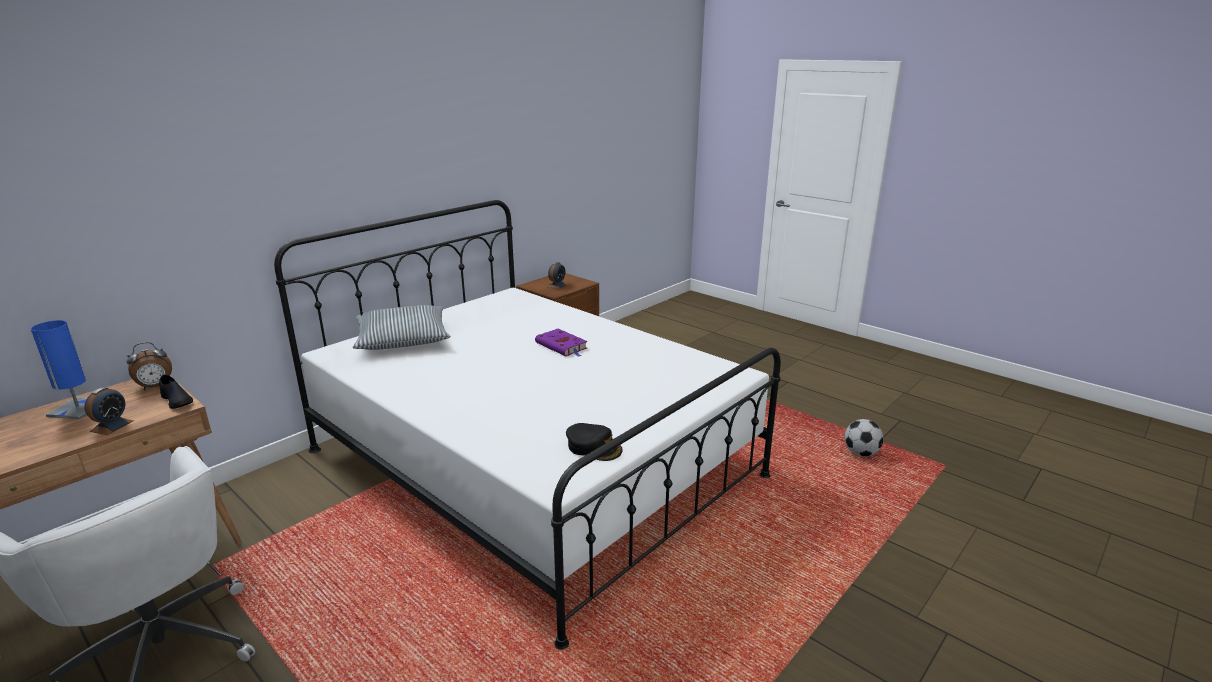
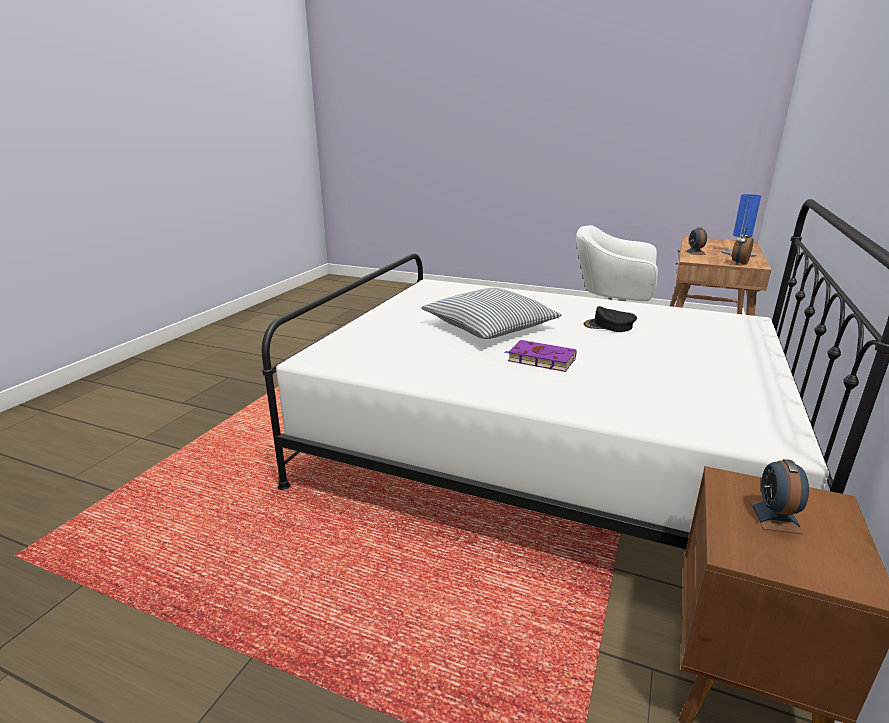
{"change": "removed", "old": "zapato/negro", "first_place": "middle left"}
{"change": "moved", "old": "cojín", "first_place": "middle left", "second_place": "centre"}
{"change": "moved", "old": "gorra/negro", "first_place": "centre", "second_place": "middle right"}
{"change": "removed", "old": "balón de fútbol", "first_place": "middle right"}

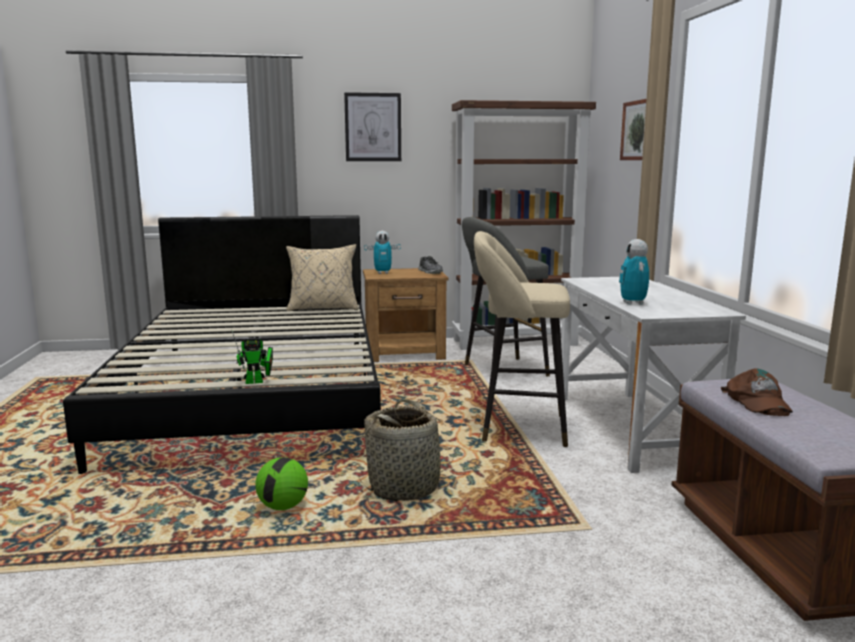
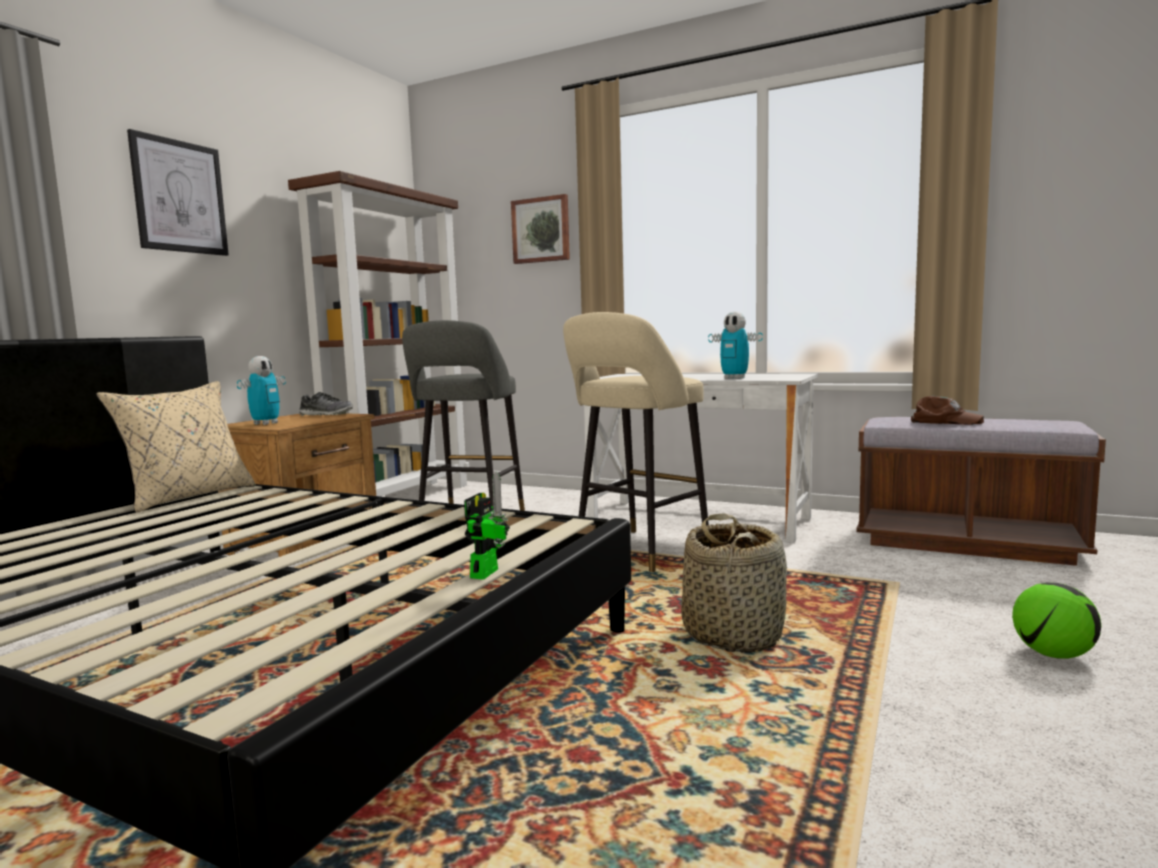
{"change": "moved", "old": "balón de fútbol", "first_place": "bottom left", "second_place": "bottom right"}

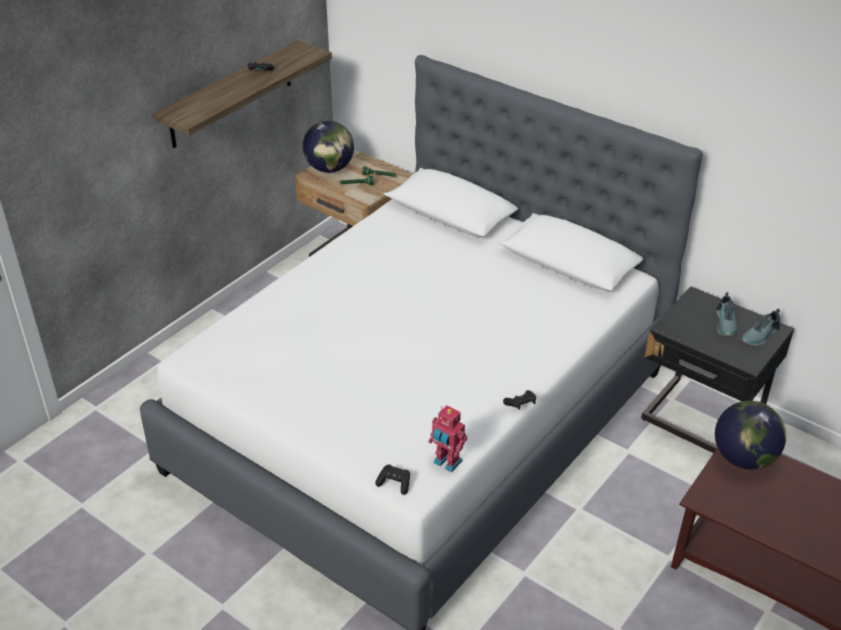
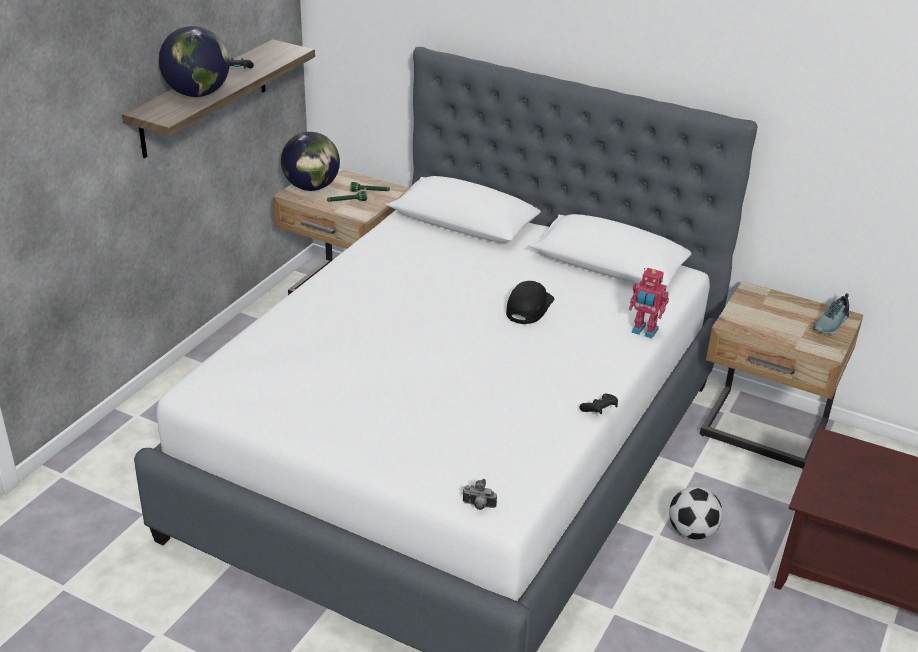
{"change": "replaced", "old": "mando de consola/negro (2nd from left)", "new": "cámara", "first_place": "bottom centre", "second_place": "bottom centre"}
{"change": "moved", "old": "robot de juguete", "first_place": "bottom centre", "second_place": "middle right"}
{"change": "recoloured", "old": "mesita de noche/negro", "new": "mesita de noche/beis (2nd from left)", "first_place": "middle right", "second_place": "middle right"}
{"change": "moved", "old": "globo terráqueo (2nd from left in the first image)", "new": "globo terráqueo (1st from left)", "first_place": "bottom right", "second_place": "top left"}
{"change": "removed", "old": "zapato (1st from left)", "first_place": "middle right"}
{"change": "added", "new": "gorra/negro", "second_place": "centre"}
{"change": "added", "new": "balón de fútbol", "second_place": "bottom right"}

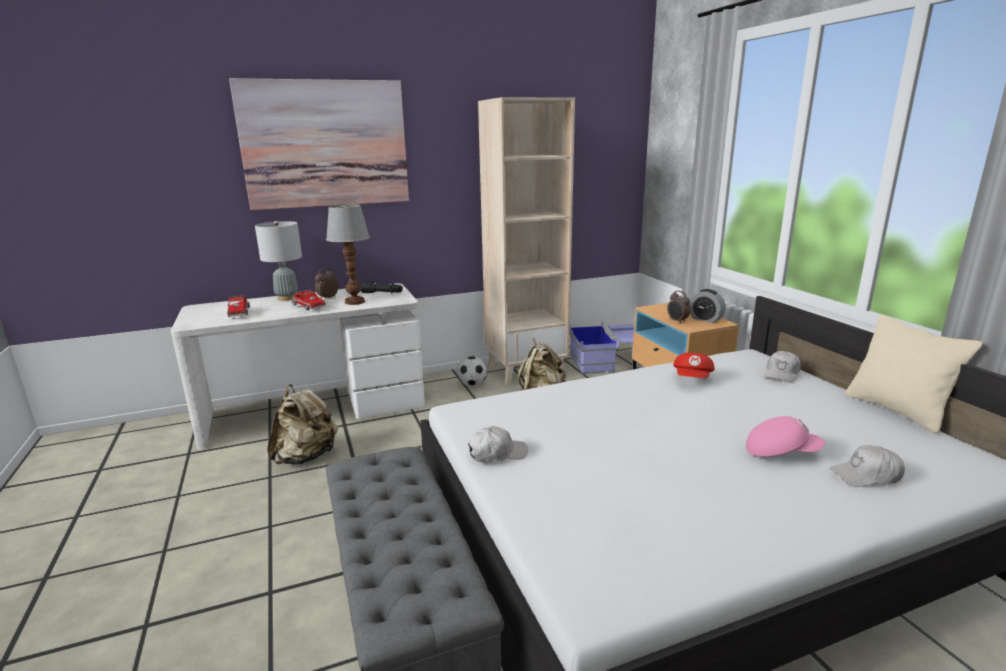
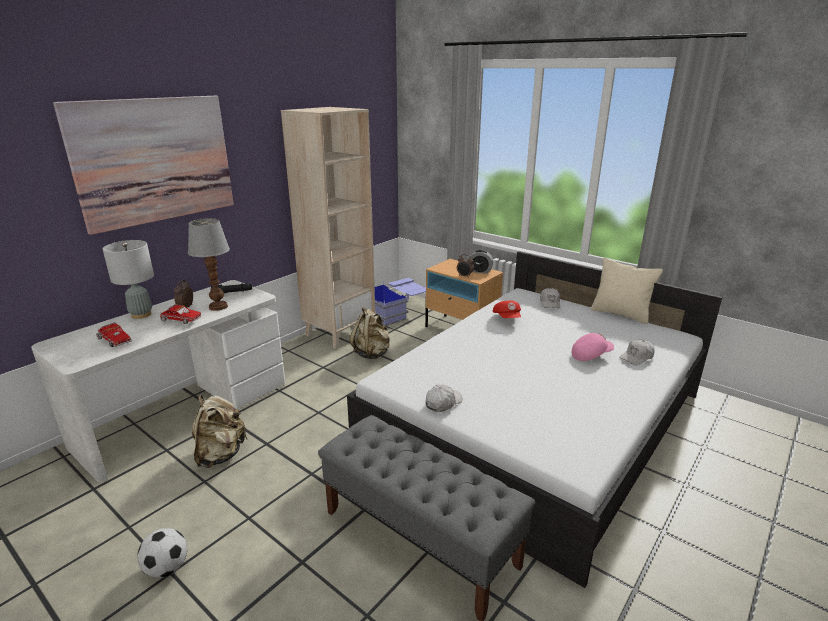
{"change": "moved", "old": "balón de fútbol", "first_place": "centre", "second_place": "bottom left"}

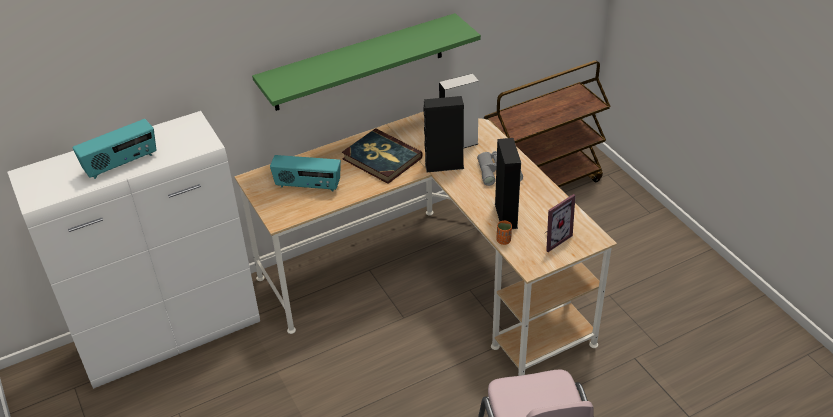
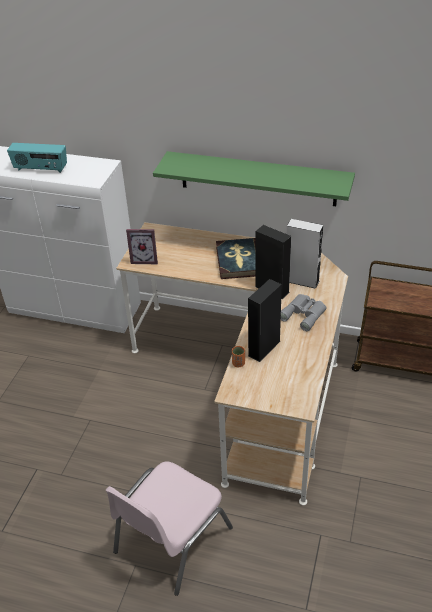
{"change": "removed", "old": "radio (2nd from left)", "first_place": "centre"}
{"change": "moved", "old": "portarretratos", "first_place": "middle right", "second_place": "middle left"}

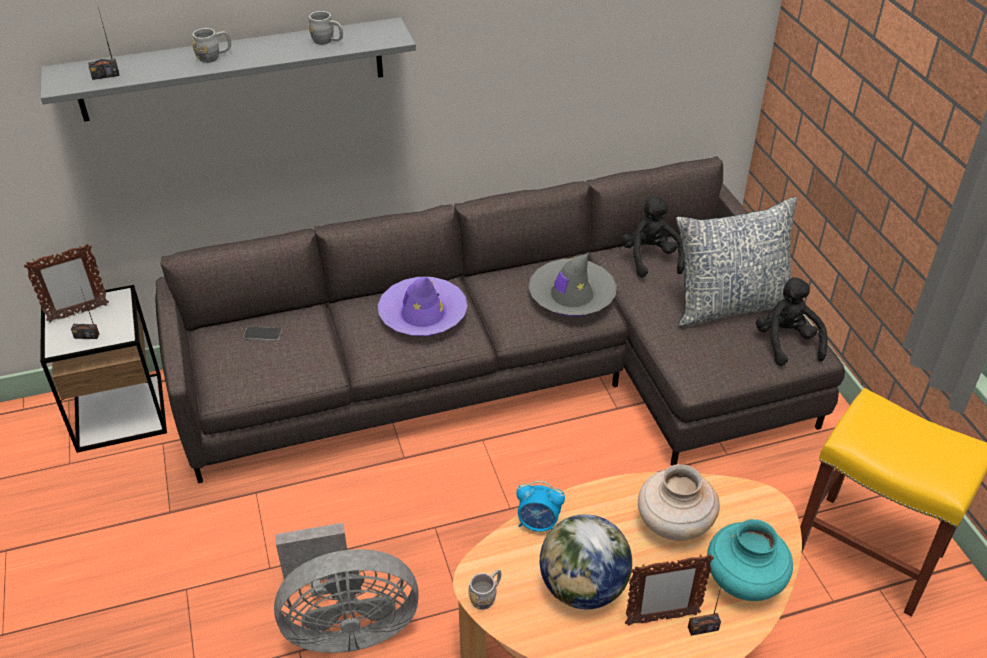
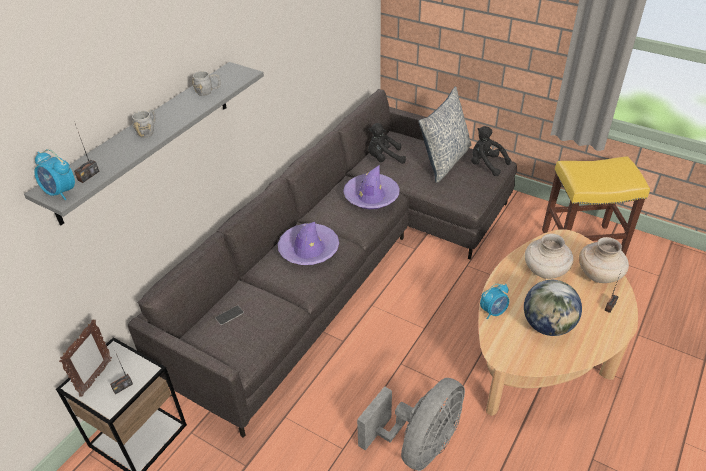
{"change": "removed", "old": "taza grande/gris (3rd from left)", "first_place": "bottom centre"}
{"change": "recoloured", "old": "sombrero/gris", "new": "sombrero/morado (2nd from left)", "first_place": "centre", "second_place": "centre"}
{"change": "turned", "old": "peluche/negro (1st from left)", "first_place": "centre", "second_place": "top centre", "degrees": -45}
{"change": "removed", "old": "portarretratos (2nd from left)", "first_place": "bottom right"}
{"change": "recoloured", "old": "florero/turquesa", "new": "florero/beis (2nd from left)", "first_place": "bottom right", "second_place": "middle right"}
{"change": "added", "new": "despertador (1st from left)", "second_place": "middle left"}

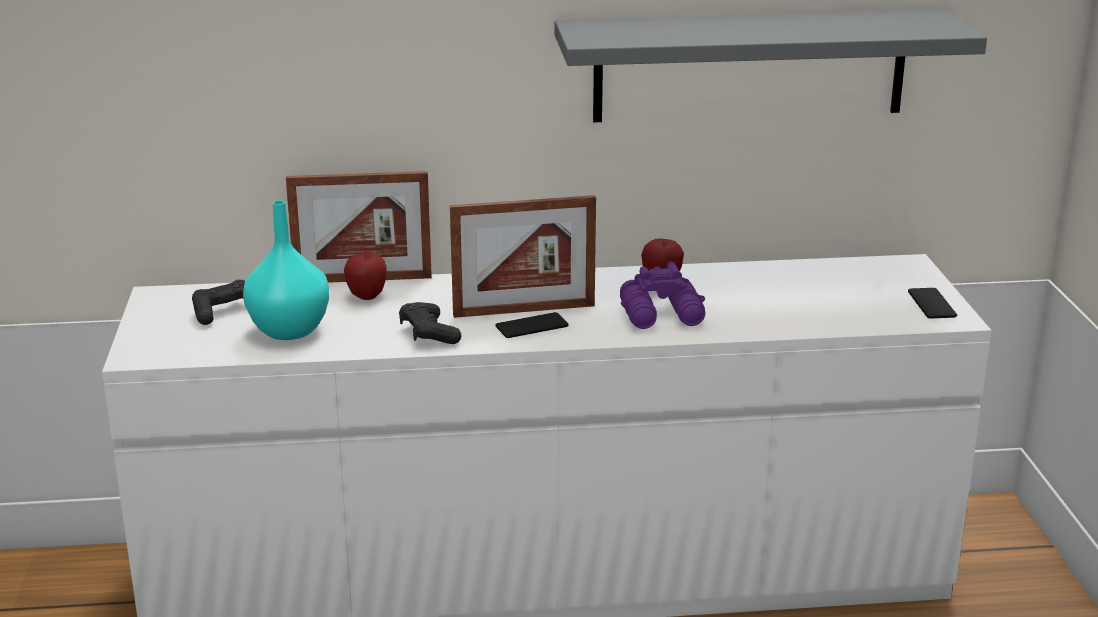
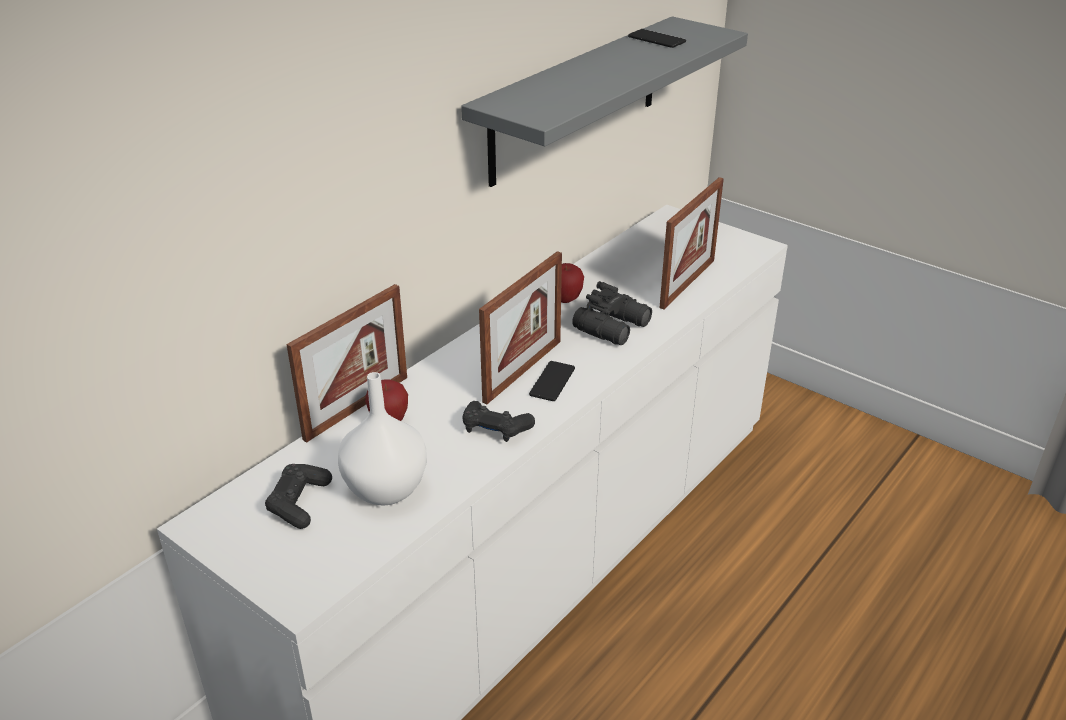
{"change": "recoloured", "old": "florero/turquesa", "new": "florero/blanco", "first_place": "middle left", "second_place": "centre"}
{"change": "recoloured", "old": "prismáticos/morado", "new": "prismáticos/negro", "first_place": "centre", "second_place": "centre"}
{"change": "moved", "old": "móvil (2nd from left)", "first_place": "middle right", "second_place": "top centre"}
{"change": "added", "new": "portarretratos (3rd from left)", "second_place": "centre"}

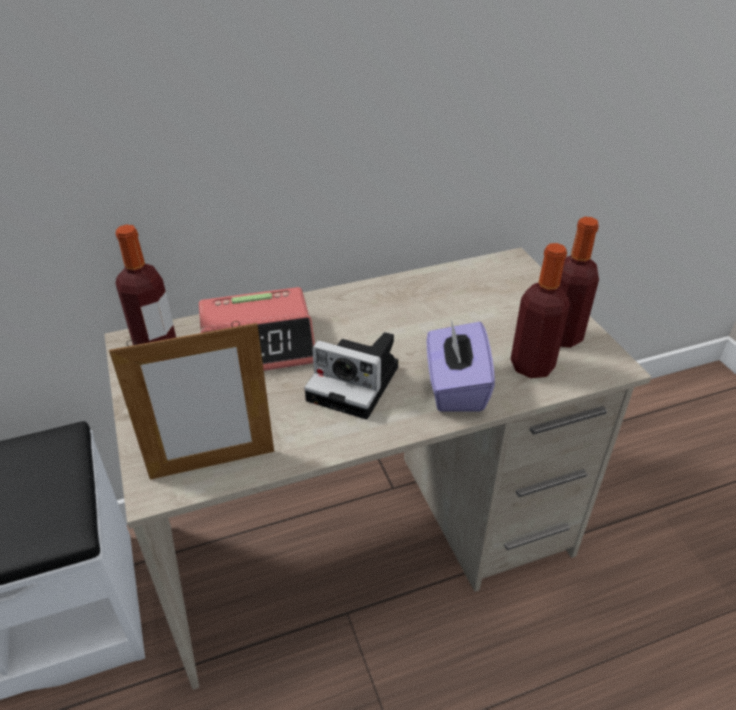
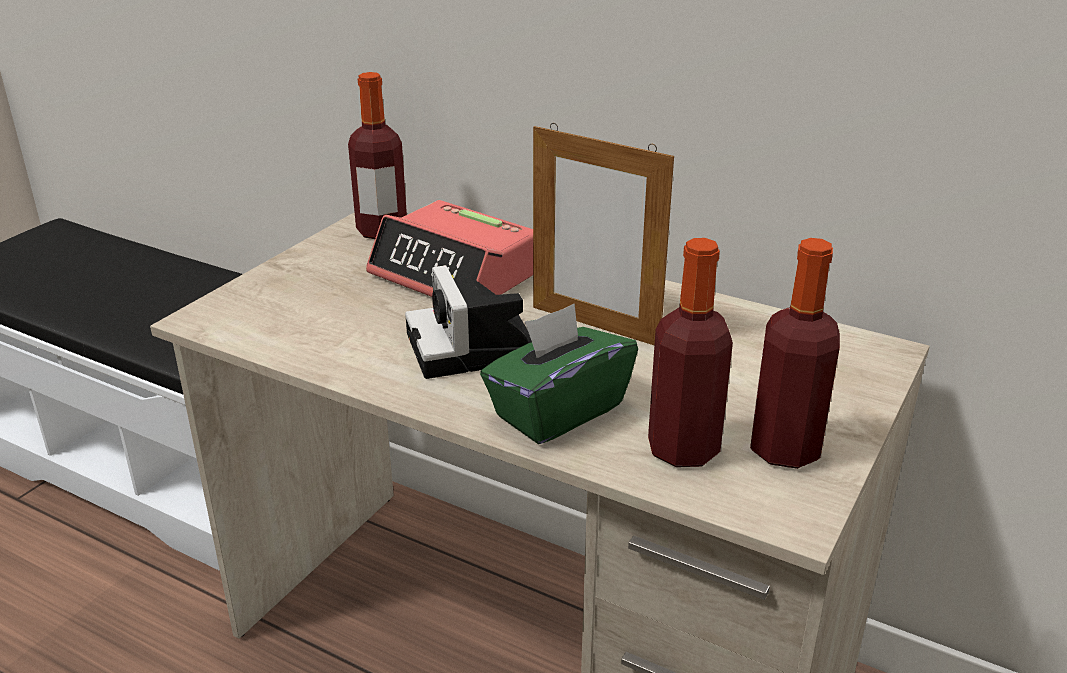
{"change": "moved", "old": "portarretratos", "first_place": "middle left", "second_place": "centre"}
{"change": "recoloured", "old": "caja de pañuelos/morado", "new": "caja de pañuelos/verde", "first_place": "centre", "second_place": "centre"}

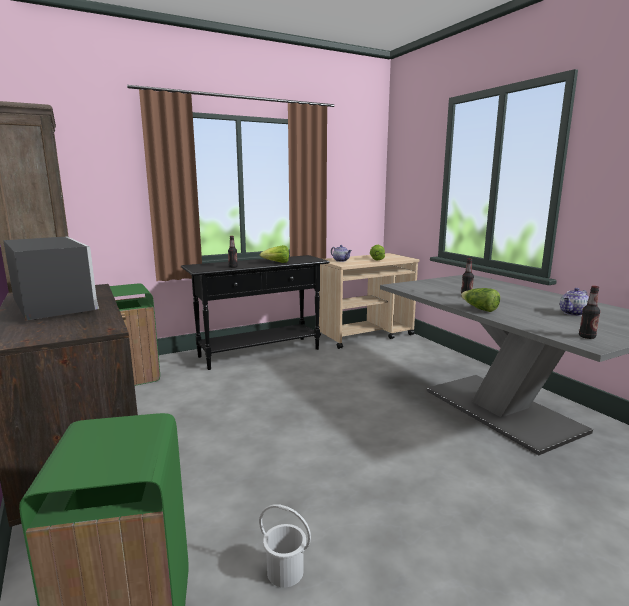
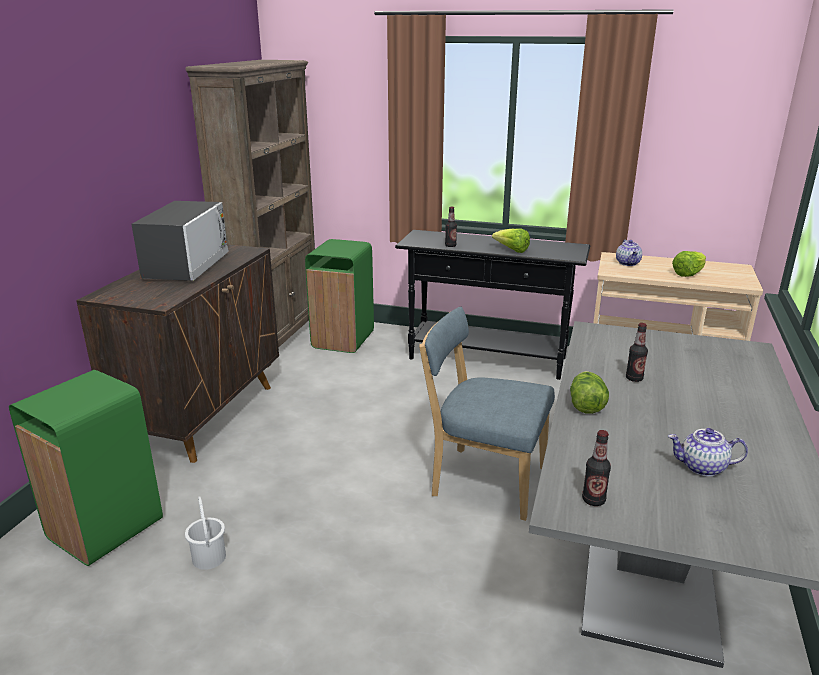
{"change": "added", "new": "silla/azul", "second_place": "centre"}

